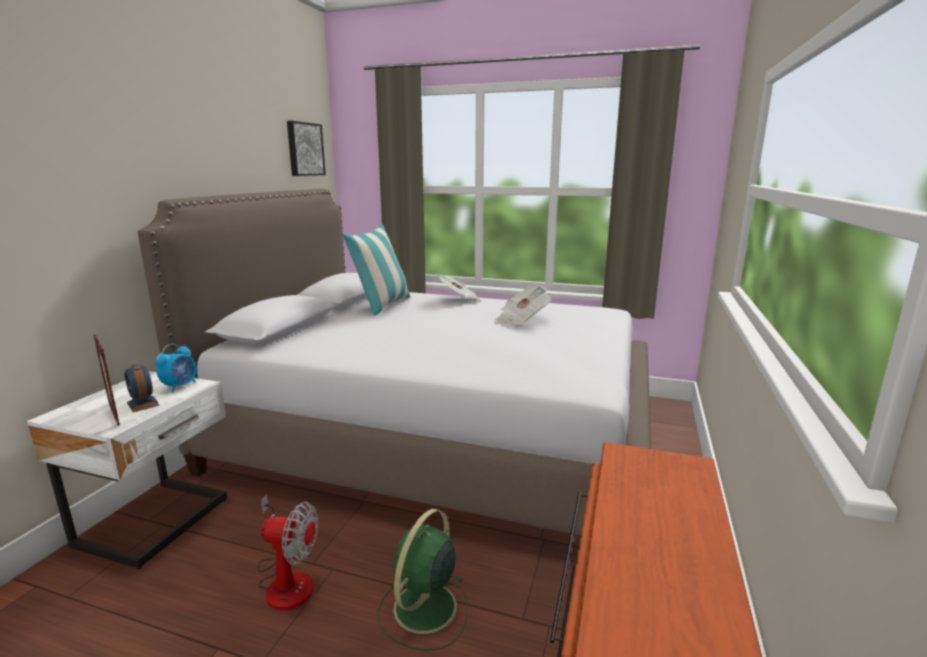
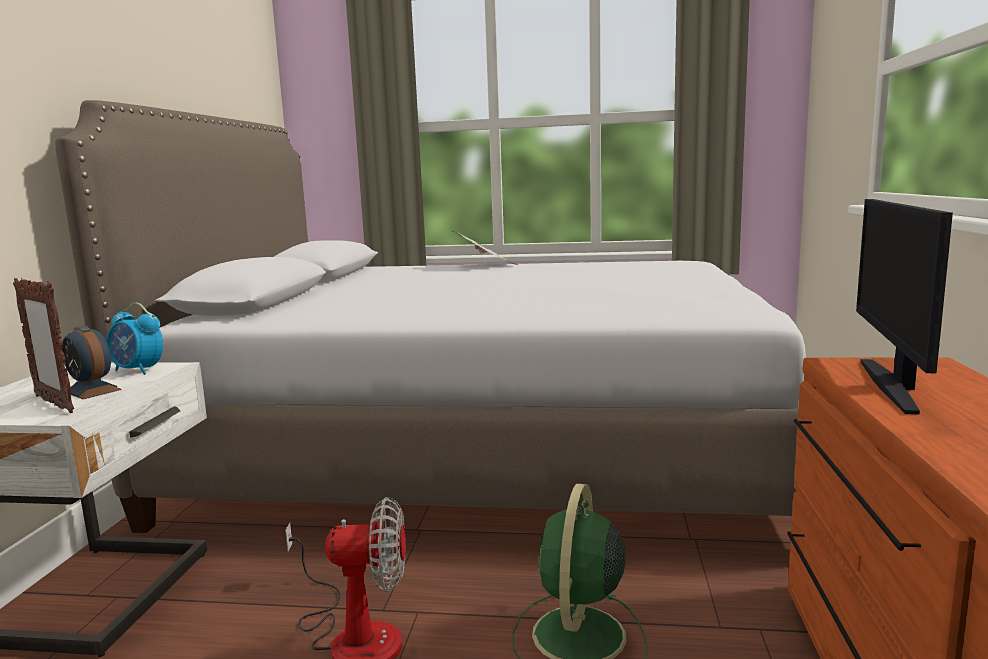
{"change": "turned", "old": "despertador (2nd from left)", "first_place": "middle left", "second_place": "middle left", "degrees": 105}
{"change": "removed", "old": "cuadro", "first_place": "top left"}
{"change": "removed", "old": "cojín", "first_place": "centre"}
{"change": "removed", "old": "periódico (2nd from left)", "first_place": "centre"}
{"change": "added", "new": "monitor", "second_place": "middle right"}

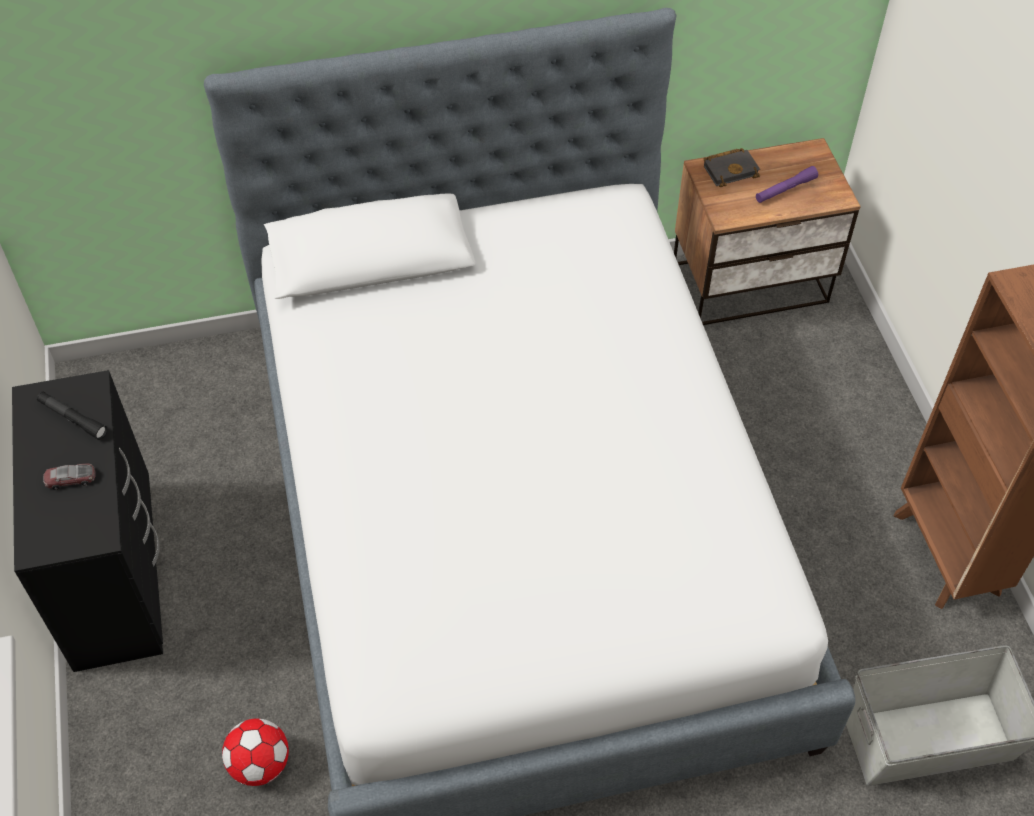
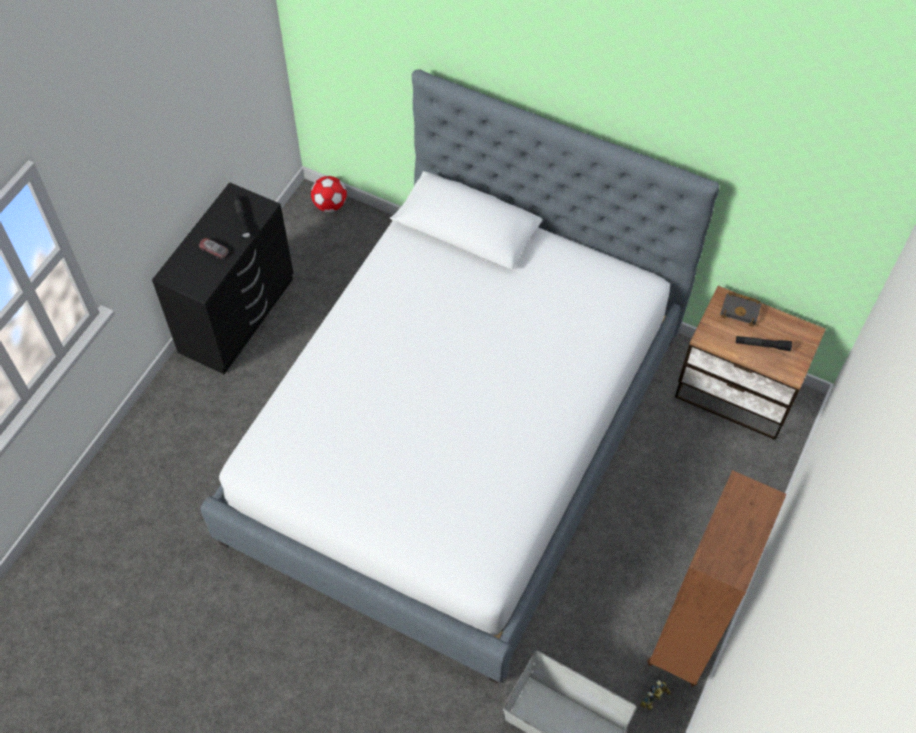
{"change": "moved", "old": "balón de fútbol", "first_place": "bottom left", "second_place": "top centre"}
{"change": "recoloured", "old": "linterna/morado", "new": "linterna/negro (2nd from left)", "first_place": "top right", "second_place": "middle right"}
{"change": "added", "new": "robot de juguete", "second_place": "bottom right"}

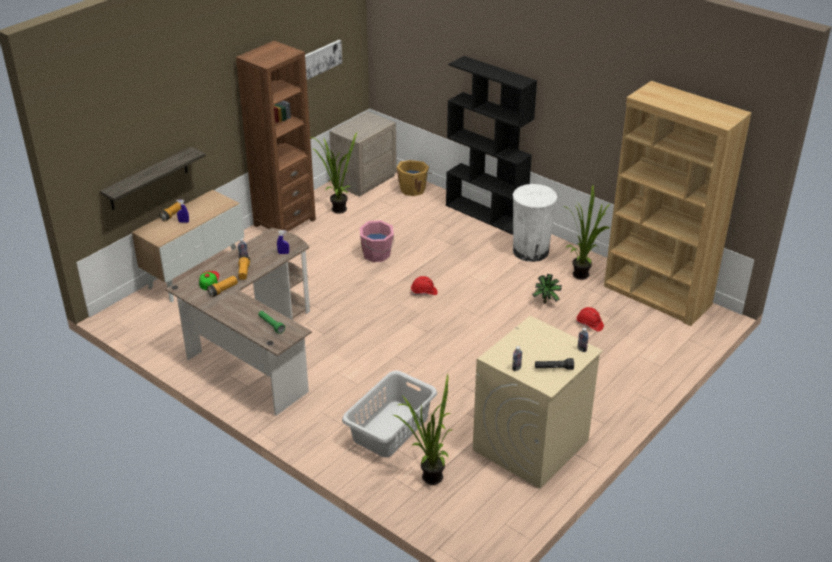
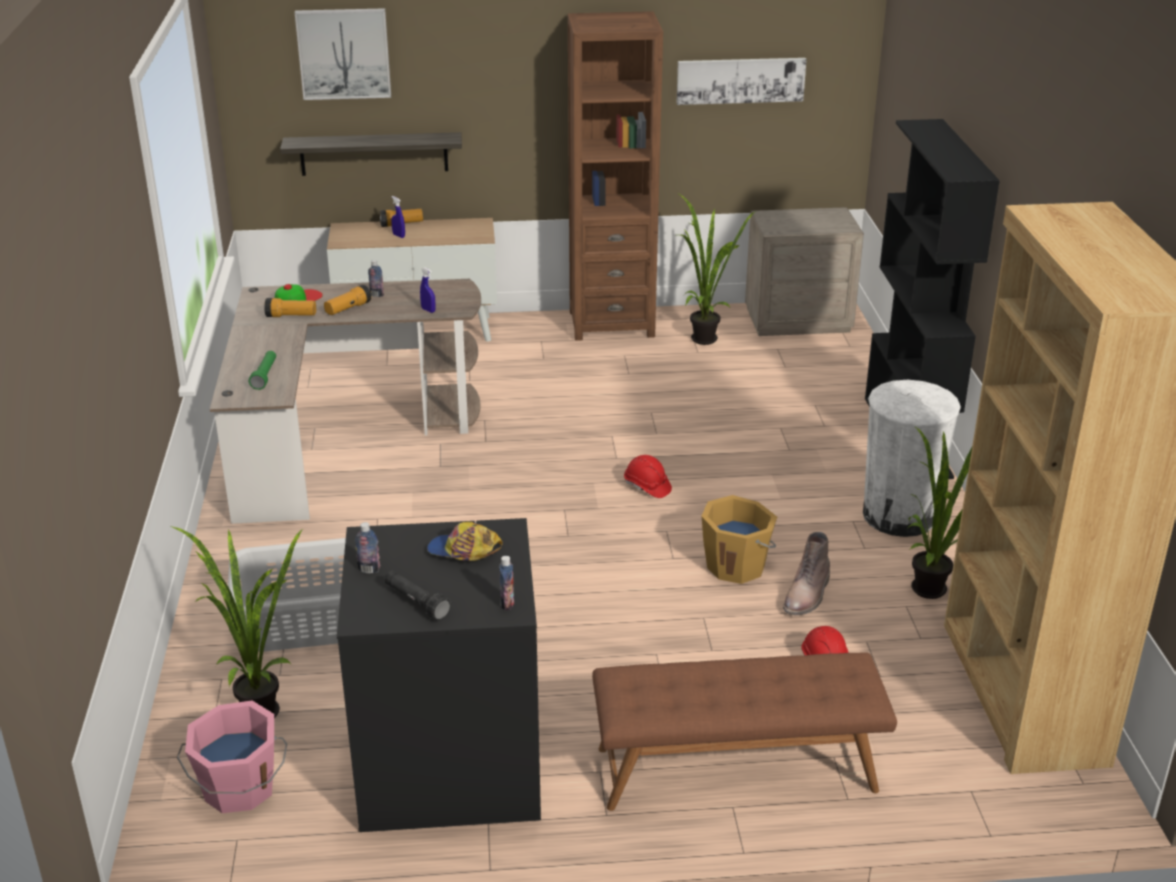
{"change": "moved", "old": "cubo/rosa", "first_place": "centre", "second_place": "bottom left"}
{"change": "moved", "old": "cubo/naranja", "first_place": "top centre", "second_place": "centre"}
{"change": "recoloured", "old": "lavadora/beis", "new": "lavadora/negro", "first_place": "bottom centre", "second_place": "bottom centre"}
{"change": "replaced", "old": "planta en maceta (3rd from left)", "new": "bota/marrón", "first_place": "centre", "second_place": "middle right"}
{"change": "added", "new": "cuadro (1st from left)", "second_place": "top left"}
{"change": "added", "new": "gorra (2nd from left)", "second_place": "centre"}
{"change": "added", "new": "banco/marrón", "second_place": "bottom centre"}

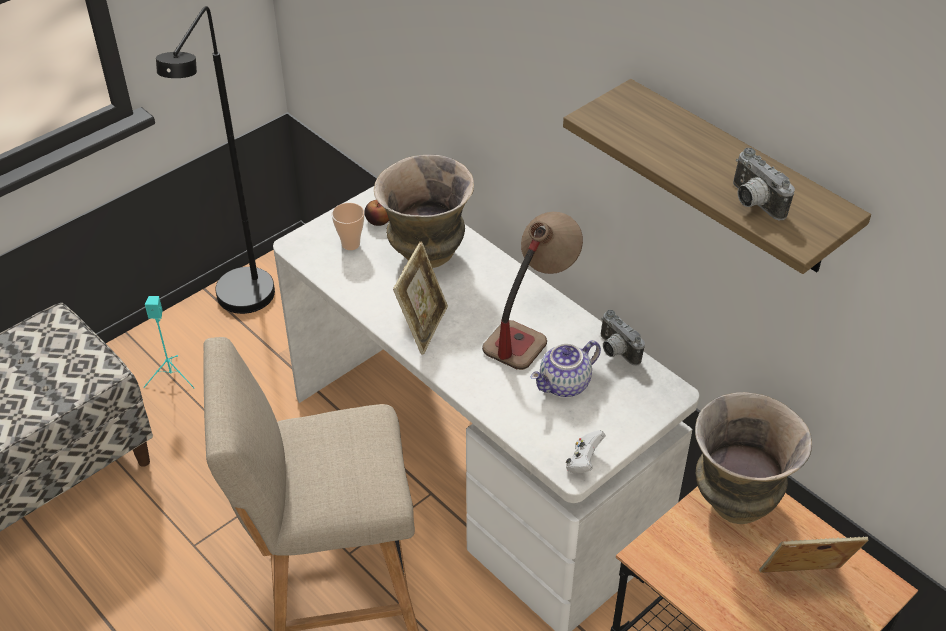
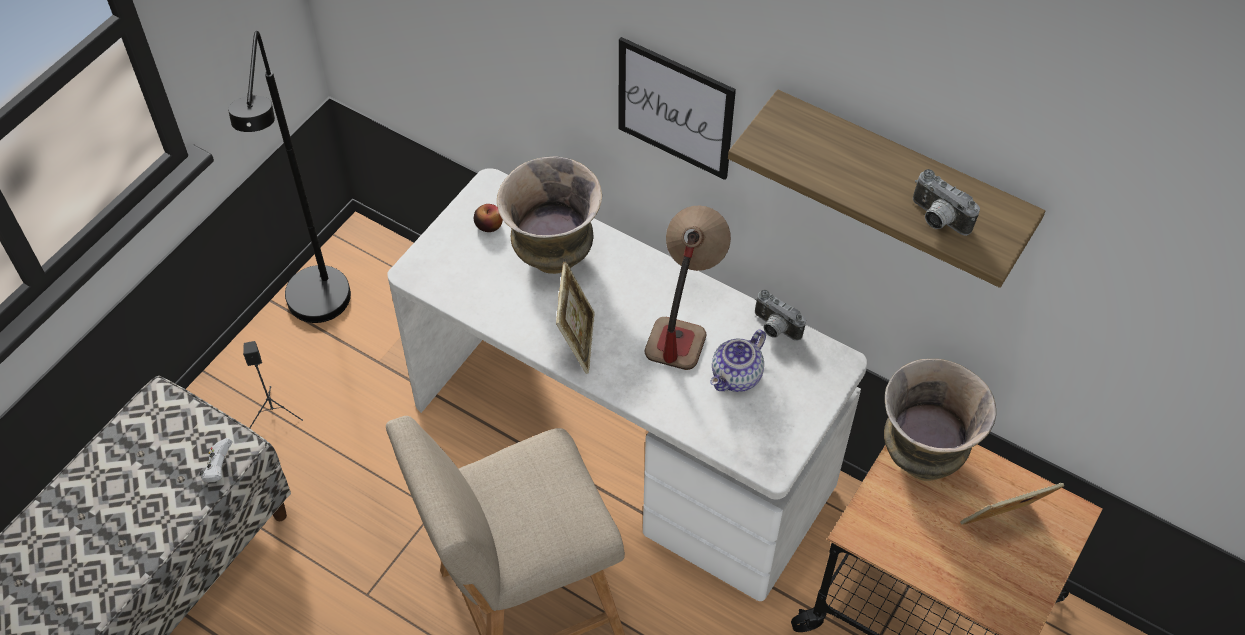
{"change": "recoloured", "old": "altavoz/turquesa", "new": "altavoz/negro", "first_place": "middle left", "second_place": "middle left"}
{"change": "removed", "old": "taza", "first_place": "centre"}
{"change": "moved", "old": "mando de consola/blanco", "first_place": "bottom centre", "second_place": "bottom left"}
{"change": "added", "new": "cuadro", "second_place": "top centre"}

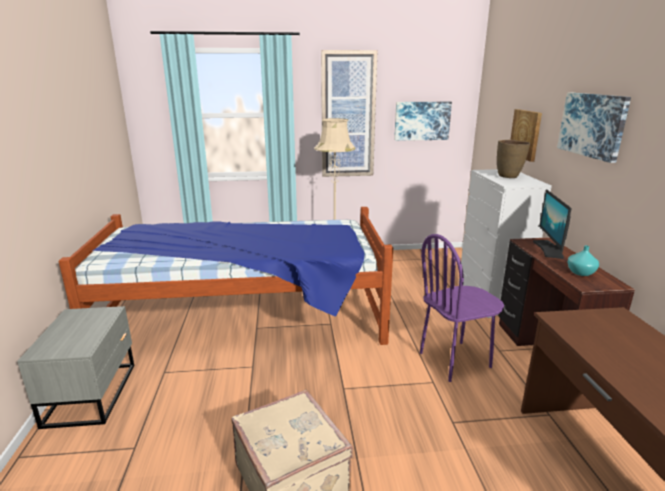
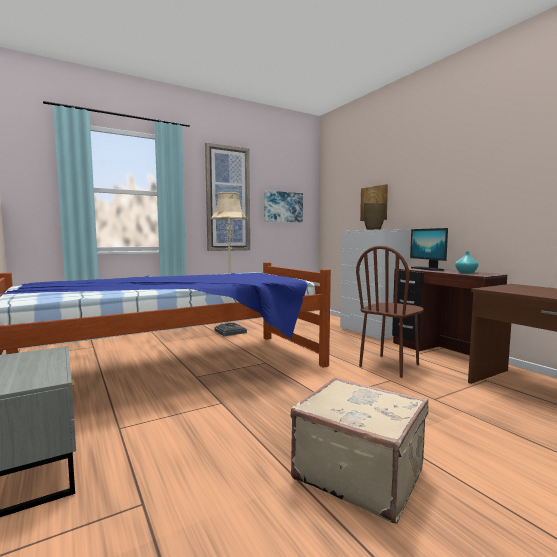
{"change": "recoloured", "old": "silla/morado", "new": "silla/marrón", "first_place": "middle right", "second_place": "middle right"}
{"change": "removed", "old": "cuadro (4th from left)", "first_place": "top right"}

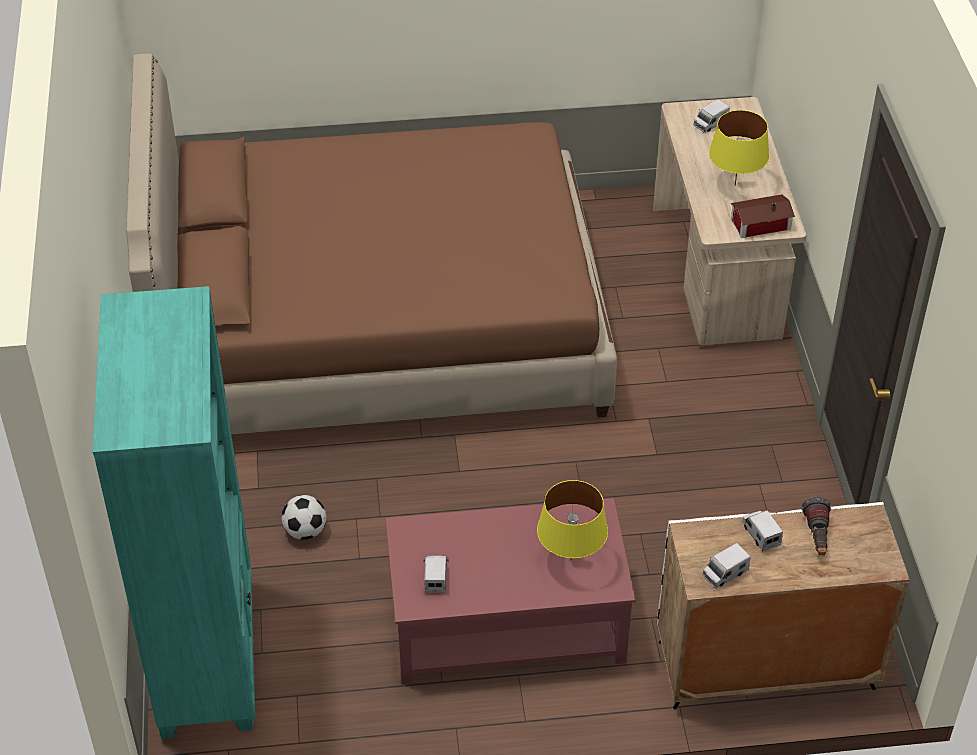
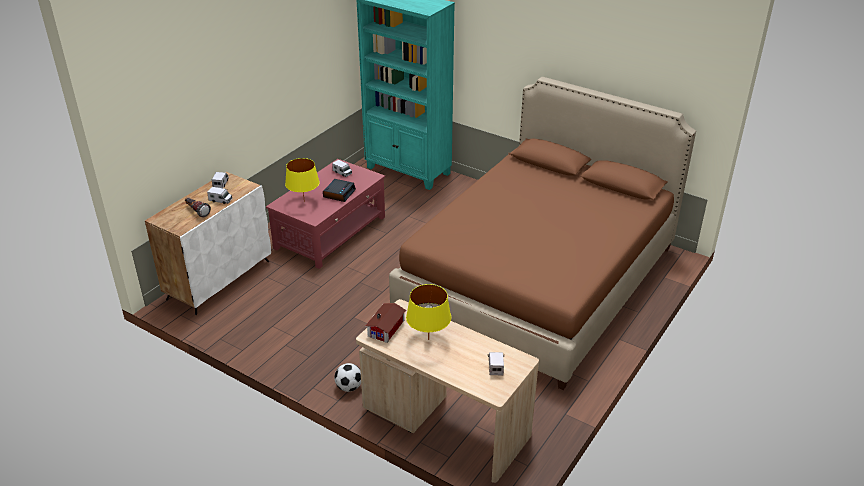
{"change": "moved", "old": "balón de fútbol", "first_place": "bottom left", "second_place": "bottom centre"}
{"change": "added", "new": "despertador", "second_place": "centre"}

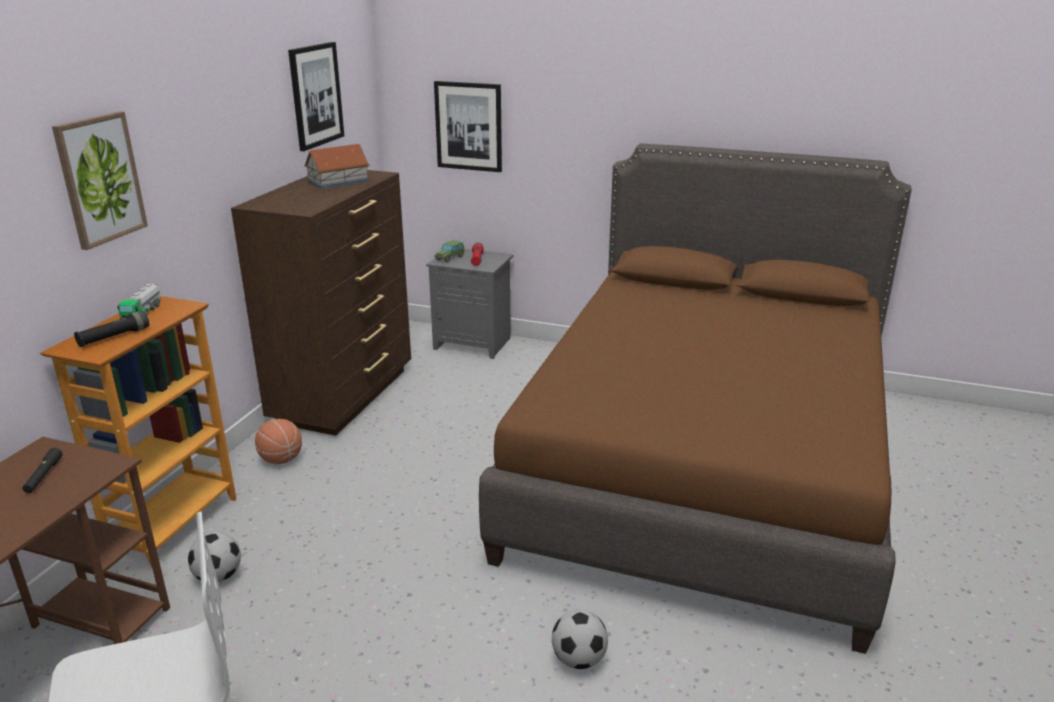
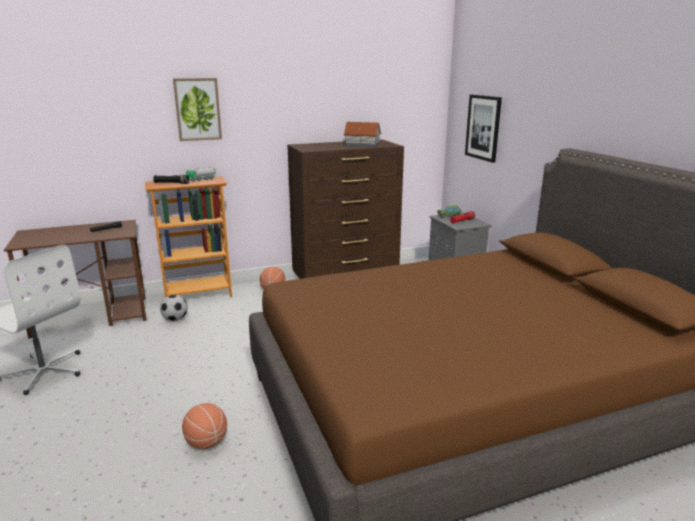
{"change": "removed", "old": "cuadro (2nd from left)", "first_place": "top left"}
{"change": "replaced", "old": "balón de fútbol (2nd from left)", "new": "balón de baloncesto (1st from left)", "first_place": "bottom centre", "second_place": "bottom left"}

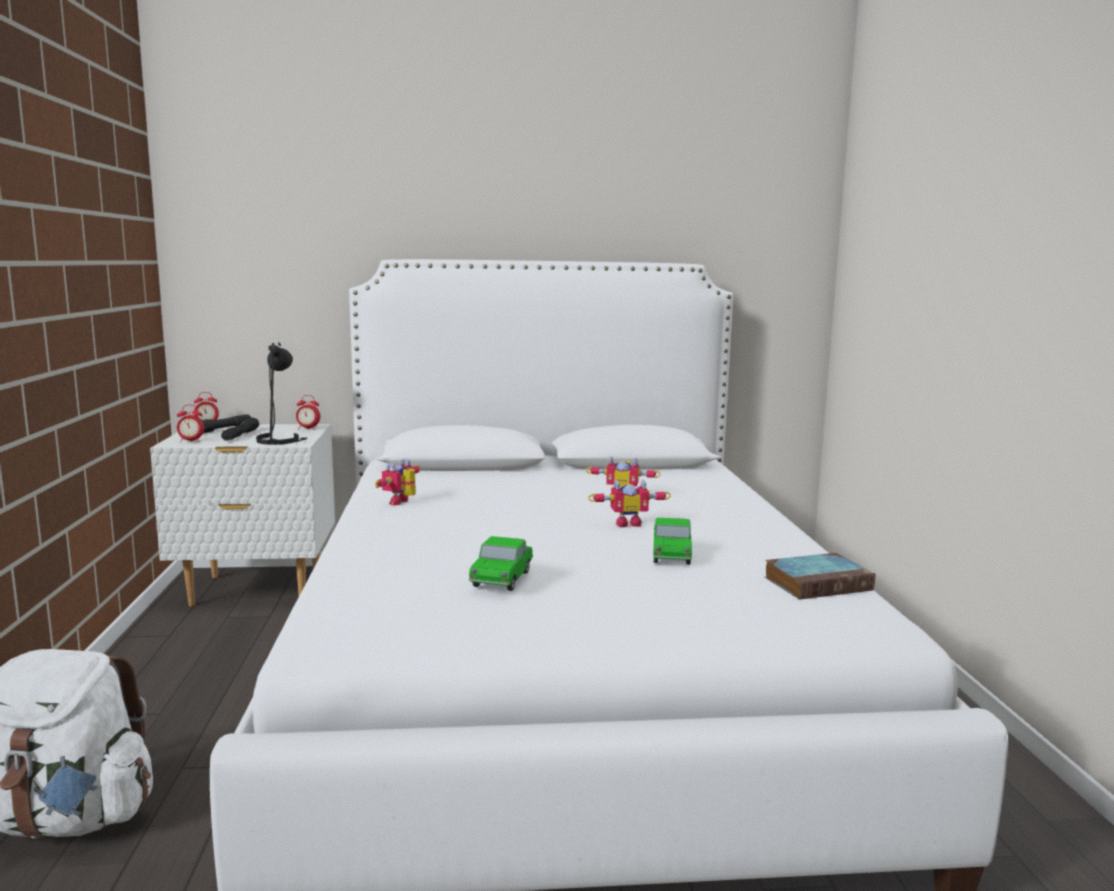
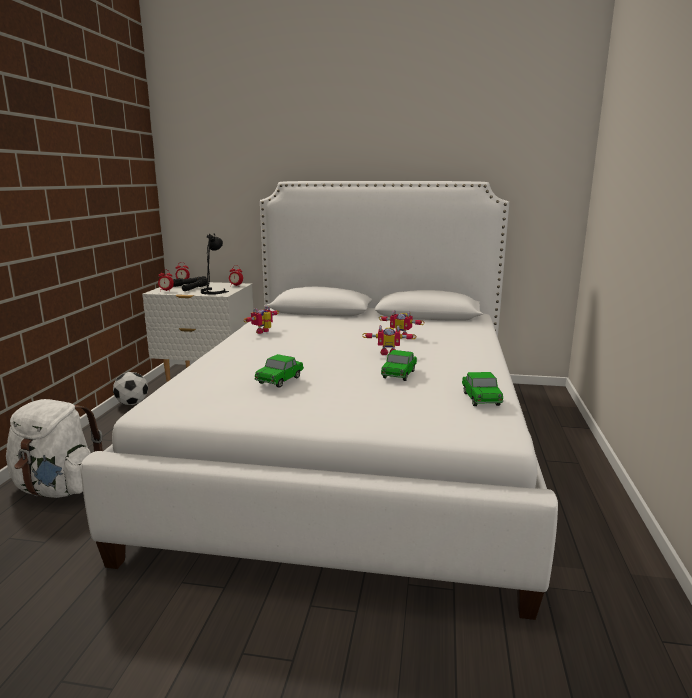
{"change": "replaced", "old": "libro", "new": "coche de juguete (3rd from left)", "first_place": "middle right", "second_place": "middle right"}
{"change": "added", "new": "balón de fútbol", "second_place": "middle left"}

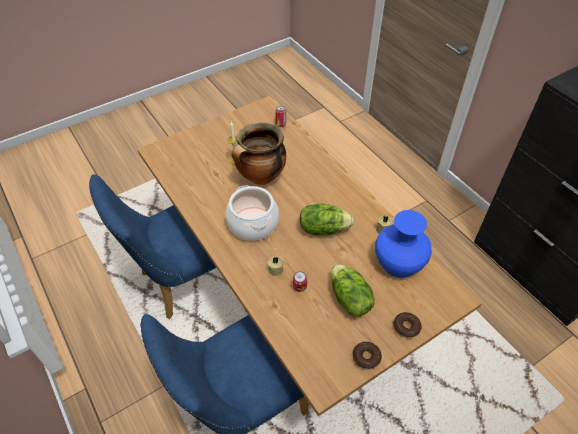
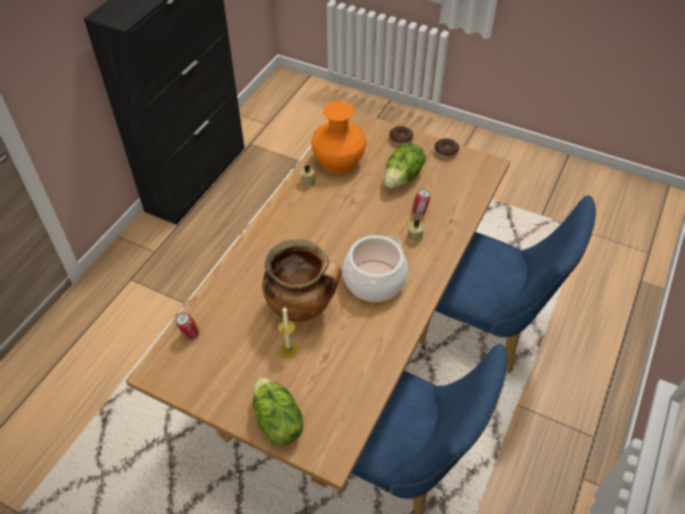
{"change": "moved", "old": "lechuga (1st from left)", "first_place": "centre", "second_place": "bottom centre"}
{"change": "recoloured", "old": "florero/azul", "new": "florero/naranja", "first_place": "middle right", "second_place": "top centre"}

